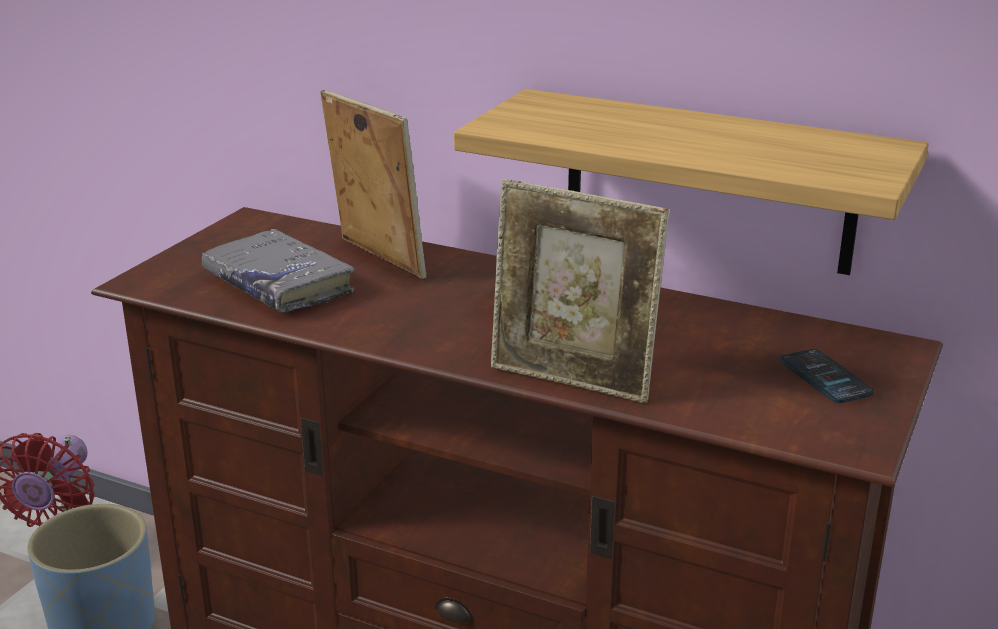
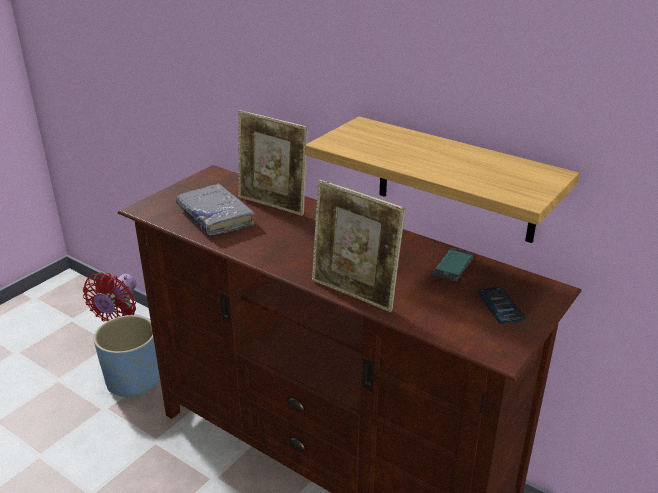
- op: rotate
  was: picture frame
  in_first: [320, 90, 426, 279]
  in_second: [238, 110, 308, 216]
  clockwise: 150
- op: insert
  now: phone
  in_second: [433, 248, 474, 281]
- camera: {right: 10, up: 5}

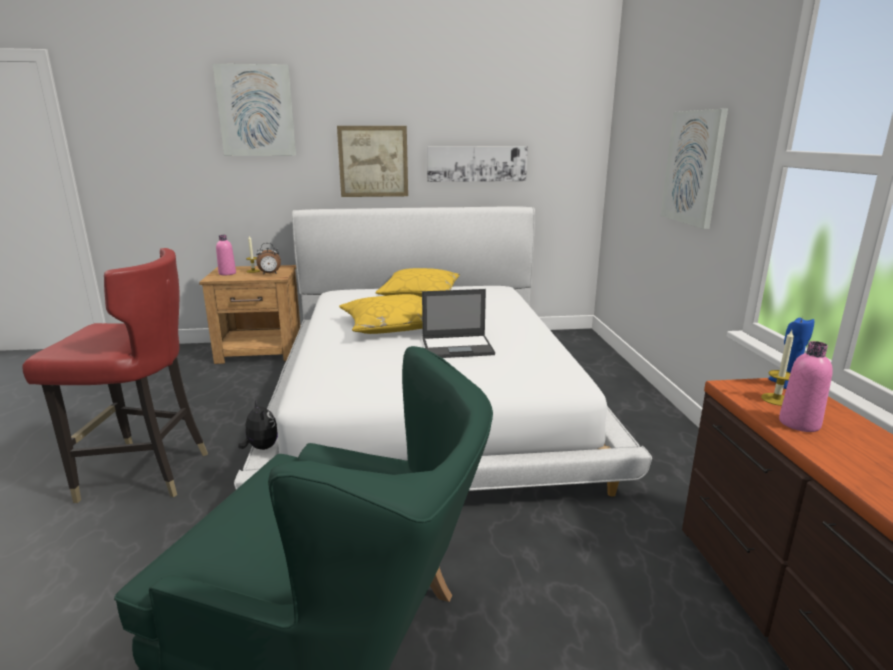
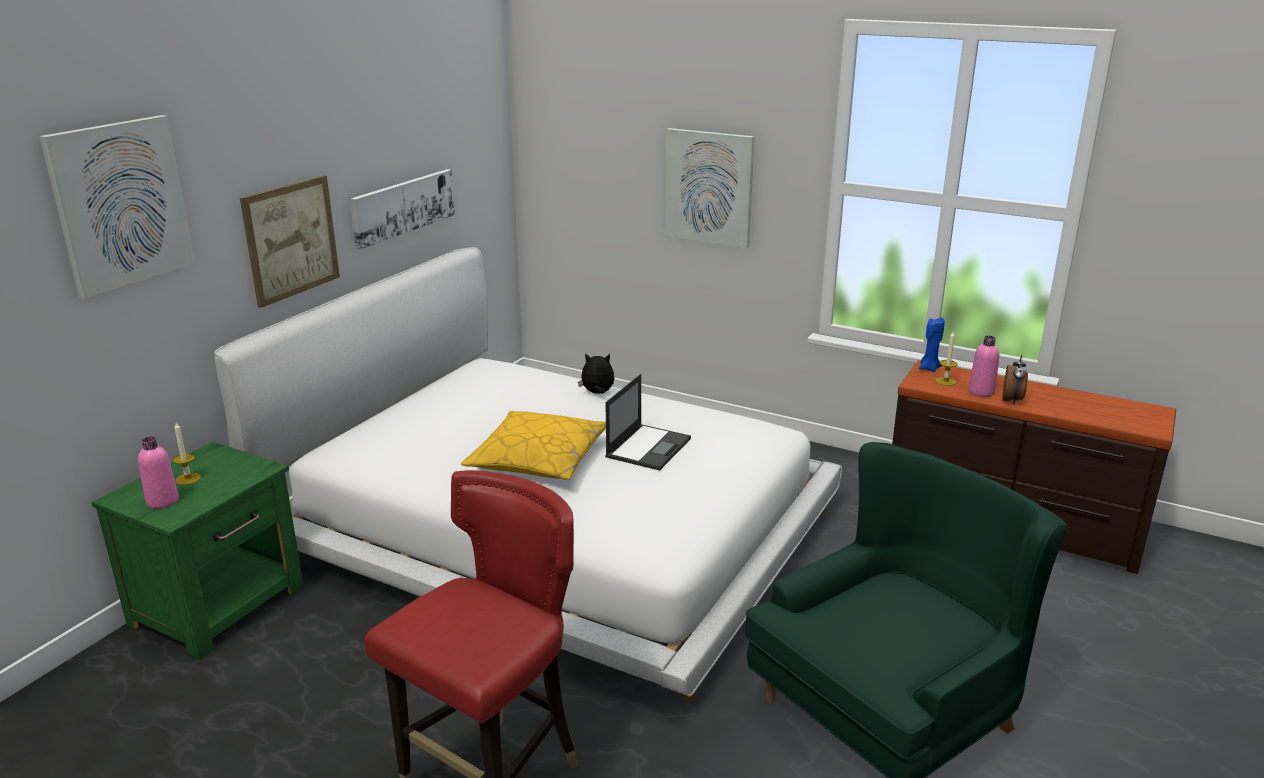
- op: recolor
  was: brown nightstand
  now: green nightstand
  in_first: [199, 265, 300, 364]
  in_second: [92, 442, 304, 660]
- op: move
  was: plush toy
  in_first: [238, 401, 278, 450]
  in_second: [578, 353, 614, 394]
- op: move
  was: alarm clock
  in_first: [256, 243, 281, 275]
  in_second: [1002, 354, 1028, 404]
- op: delete
  was: yellow pillow
  in_first: [376, 268, 460, 297]
- camera: {right: -55, up: 5}

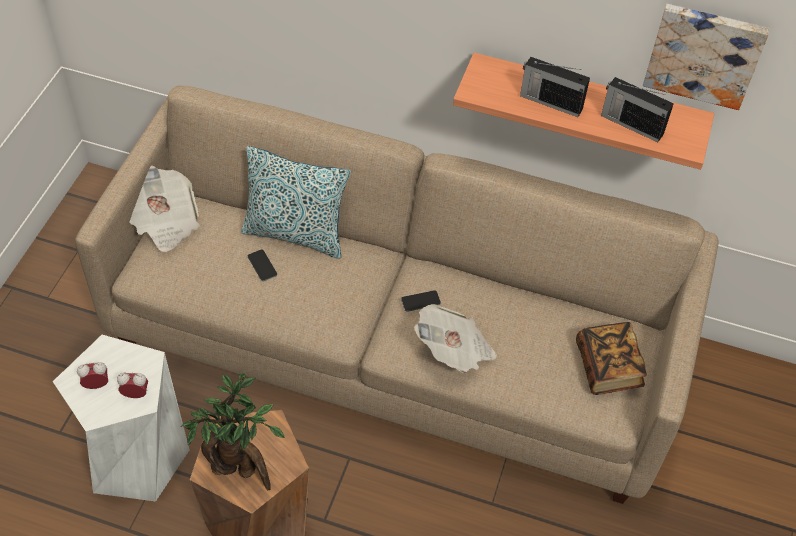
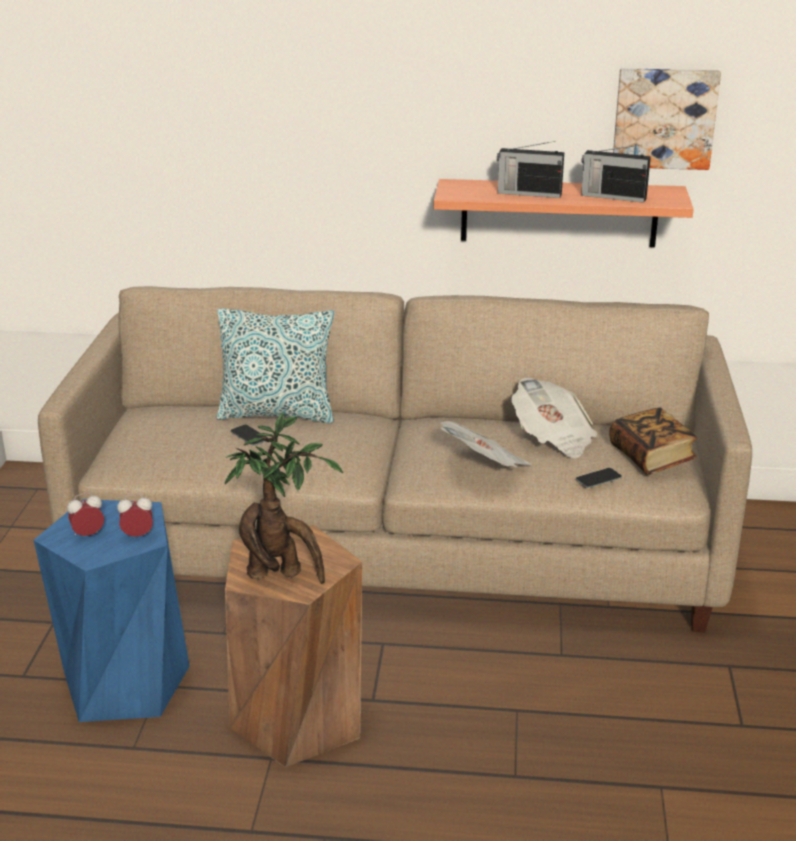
- op: recolor
  was: white stool
  now: blue stool
  in_first: [53, 335, 189, 501]
  in_second: [33, 499, 190, 722]
- op: move
  was: newspaper
  in_first: [129, 165, 200, 252]
  in_second: [511, 377, 598, 459]
- op: move
  was: phone
  in_first: [401, 290, 441, 312]
  in_second: [576, 468, 622, 488]
- camera: {right: -10, up: -25}

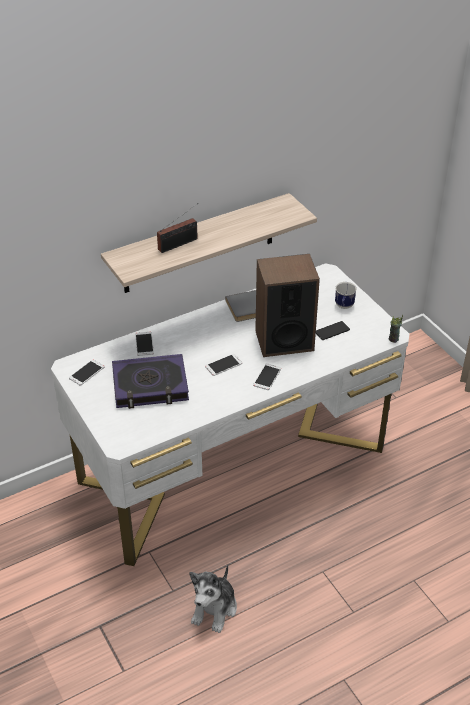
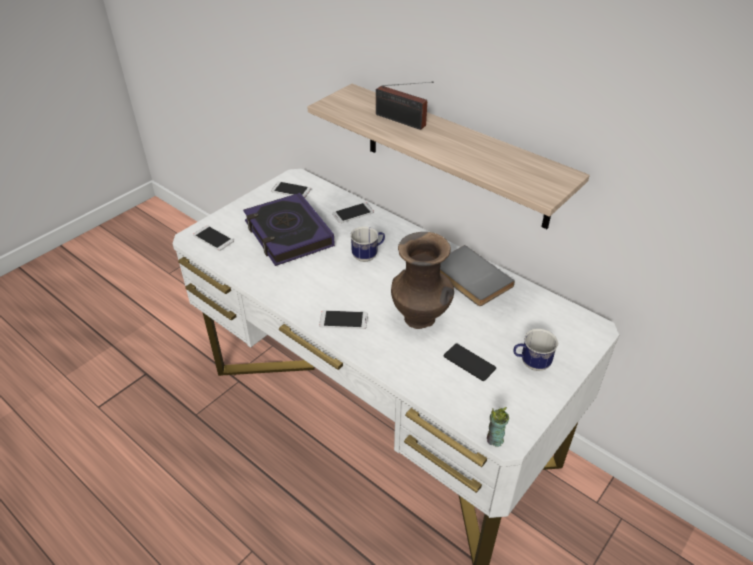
- op: move
  was: phone
  in_first: [205, 354, 242, 376]
  in_second: [193, 225, 234, 251]
- op: insert
  now: mug
  in_second: [350, 226, 385, 262]
- op: replace
  was: speaker
  now: brown vase
  in_first: [255, 254, 320, 357]
  in_second: [391, 232, 454, 329]
- op: delete
  was: plush toy
  in_first: [189, 564, 237, 633]
- camera: {right: 70, up: 0}

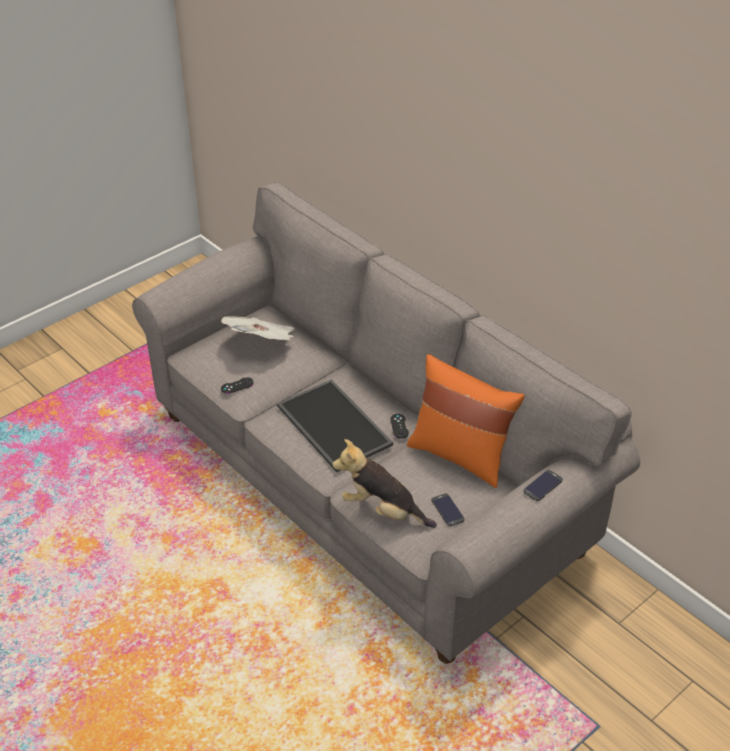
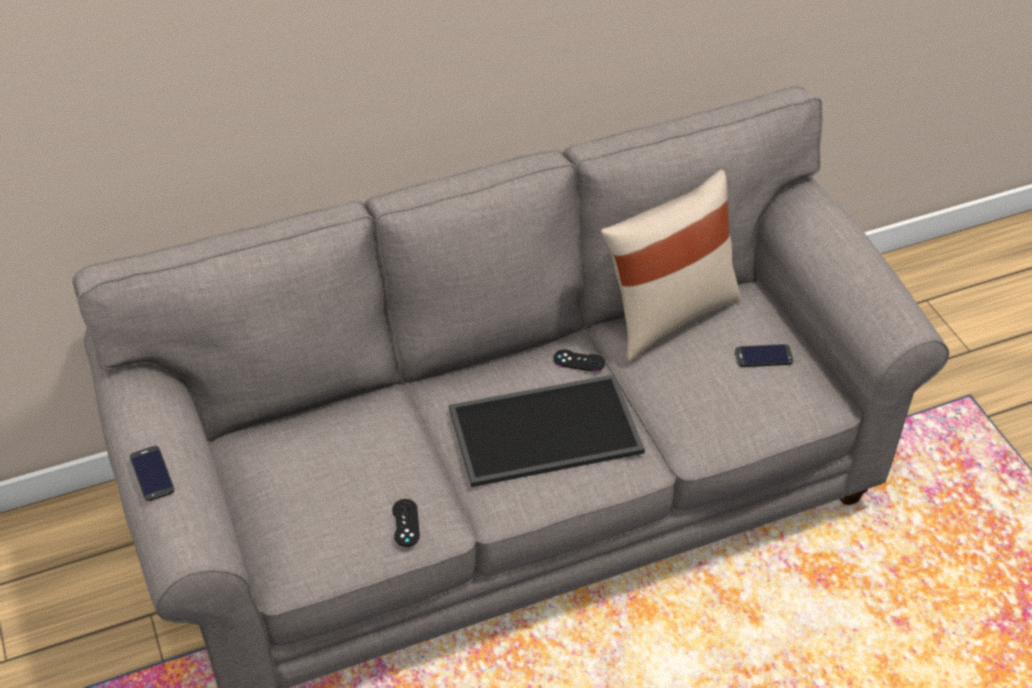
- op: move
  was: phone
  in_first: [523, 470, 563, 501]
  in_second: [130, 445, 175, 501]
- op: recolor
  was: orange pillow
  now: beige pillow
  in_first: [407, 354, 525, 488]
  in_second: [601, 170, 741, 362]
- op: delete
  was: newspaper
  in_first: [221, 316, 295, 341]
- op: delete
  was: plush toy
  in_first: [332, 439, 437, 528]
- camera: {right: -70, up: 5}

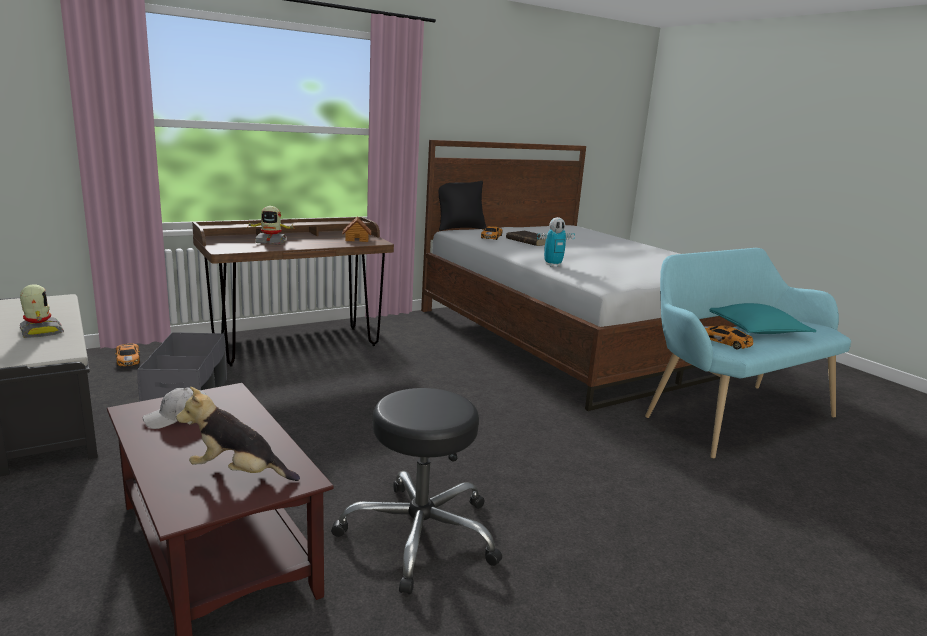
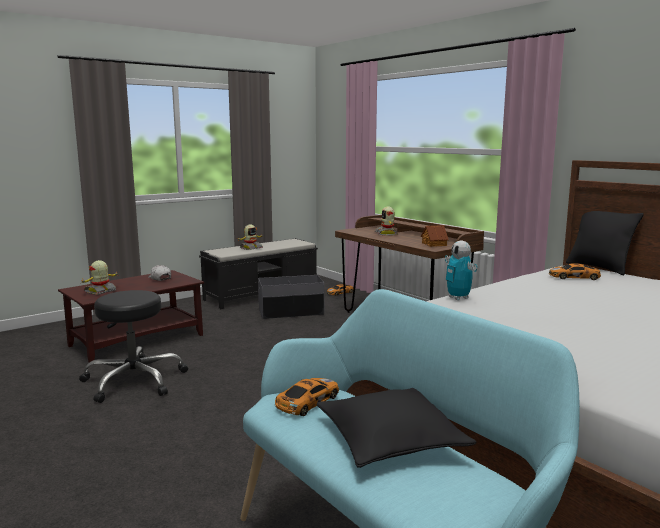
- op: replace
  was: plush toy
  now: toy robot
  in_first: [176, 387, 300, 481]
  in_second: [80, 260, 118, 295]
- op: recolor
  was: turquoise pillow
  now: black pillow
  in_first: [710, 303, 816, 334]
  in_second: [316, 388, 477, 468]
- op: delete
  was: brown book
  in_first: [506, 231, 546, 246]
- camera: {right: 85, up: -5}

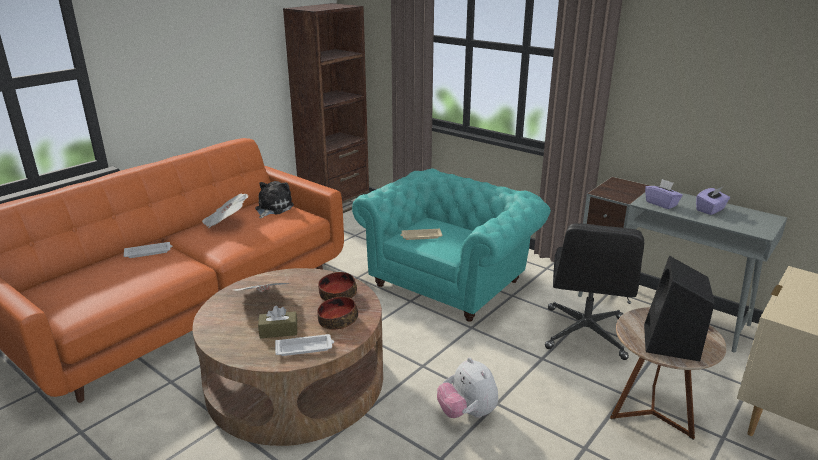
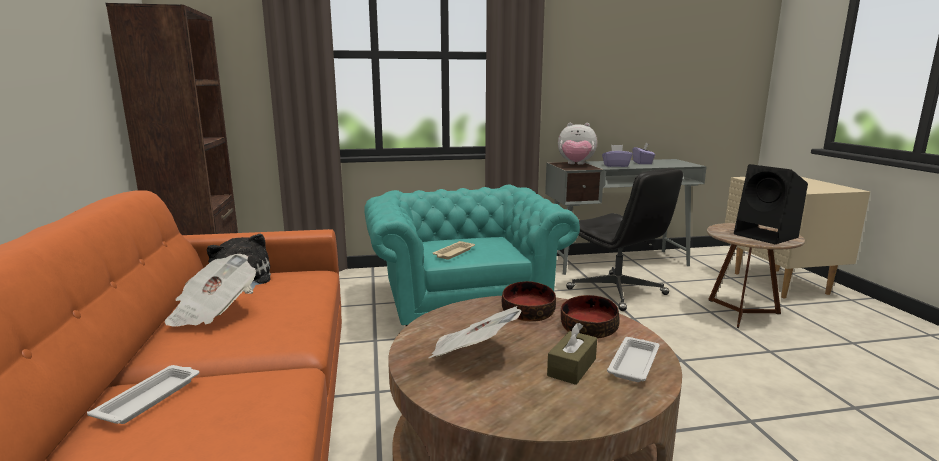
- op: move
  was: plush toy
  in_first: [437, 357, 498, 418]
  in_second: [558, 123, 597, 165]
- camera: {right: -50, up: -10}

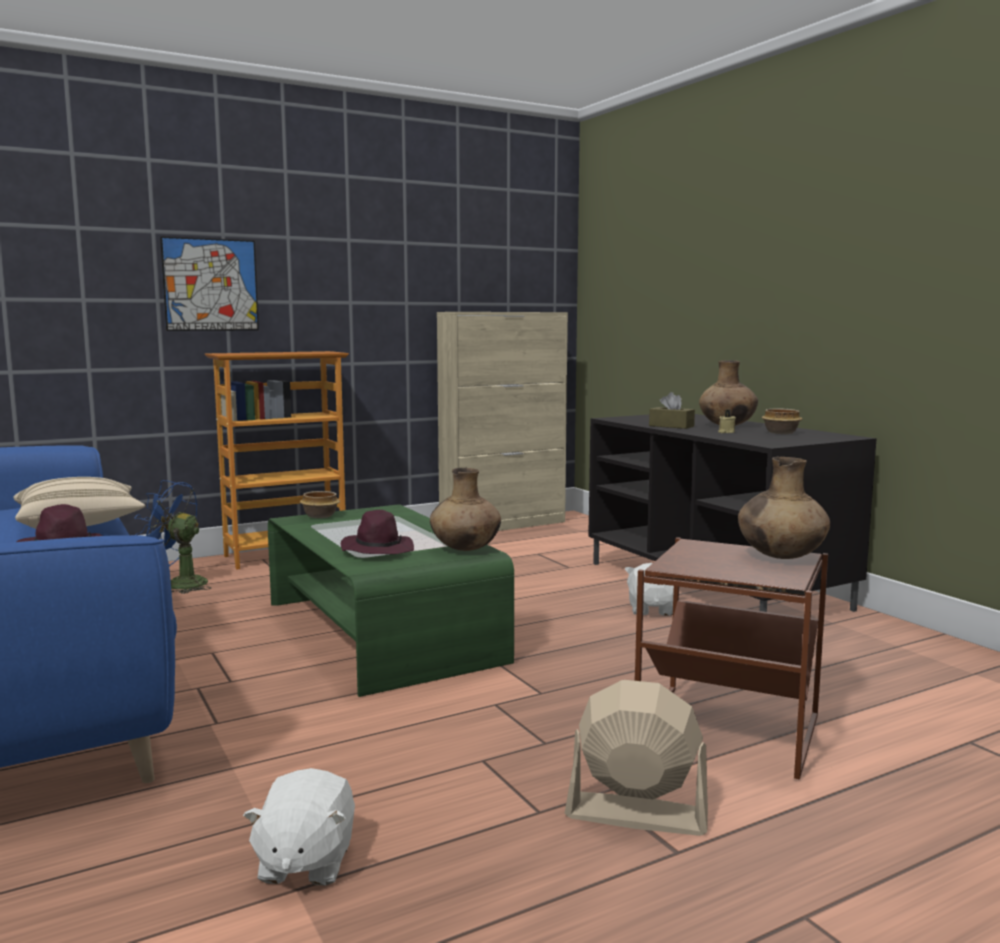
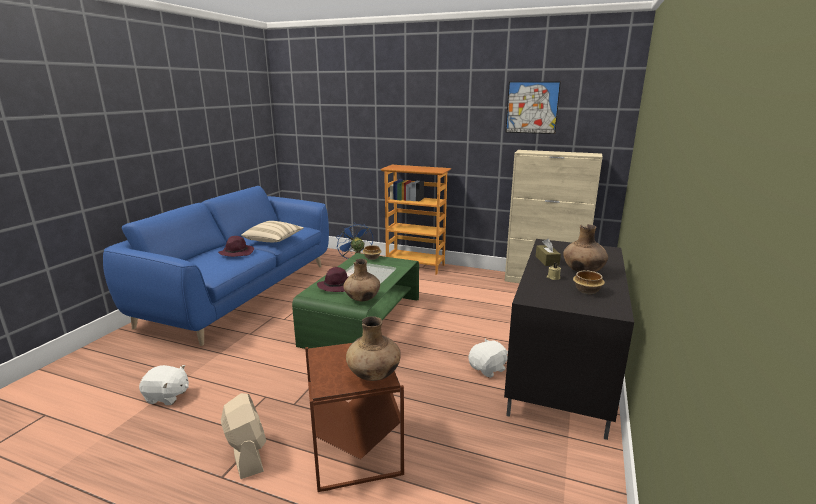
- op: rotate
  was: white plush toy
  in_first: [243, 768, 355, 885]
  in_second: [139, 365, 189, 405]
  clockwise: -135
- op: move
  was: picture
  in_first: [160, 236, 259, 331]
  in_second: [506, 82, 561, 134]
- camera: {right: 50, up: 10}

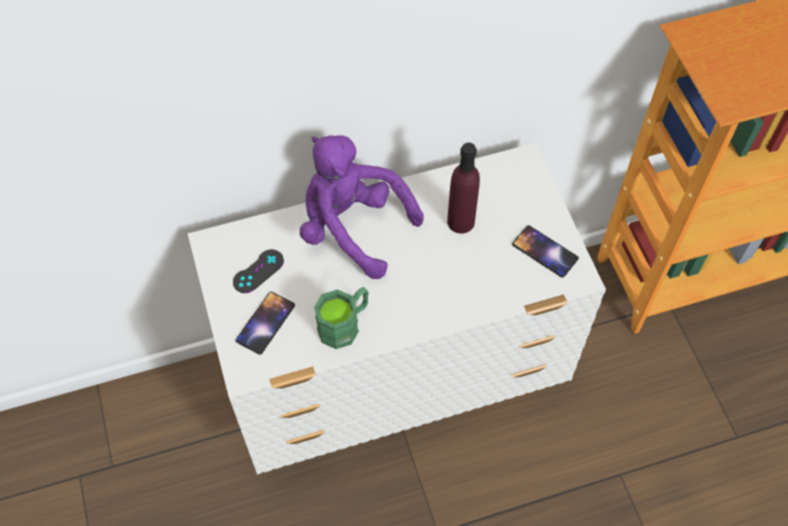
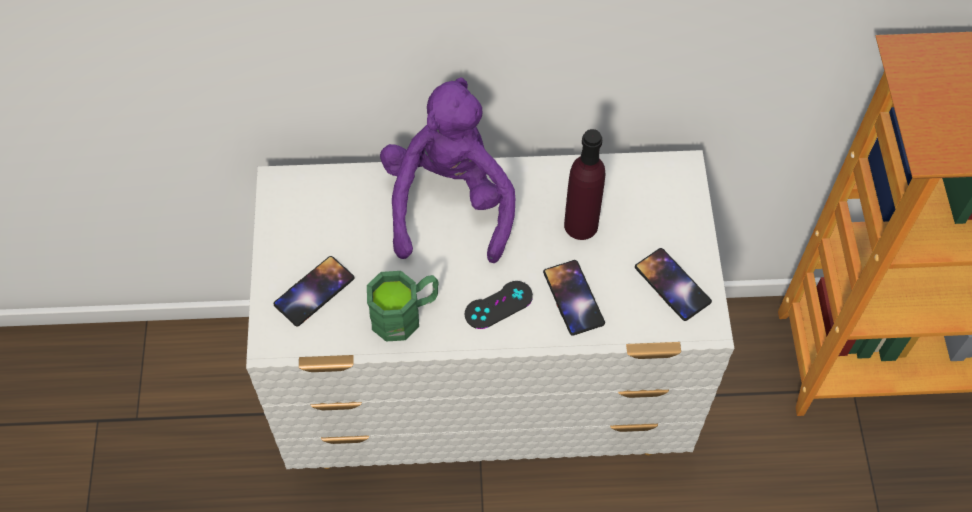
- op: rotate
  was: purple plush toy
  in_first: [300, 135, 424, 279]
  in_second: [380, 77, 515, 263]
  clockwise: 45
- op: move
  was: black game controller
  in_first: [233, 249, 284, 293]
  in_second: [465, 281, 533, 329]
- op: insert
  now: phone
  in_second: [543, 260, 605, 335]
- camera: {right: 15, up: 0}

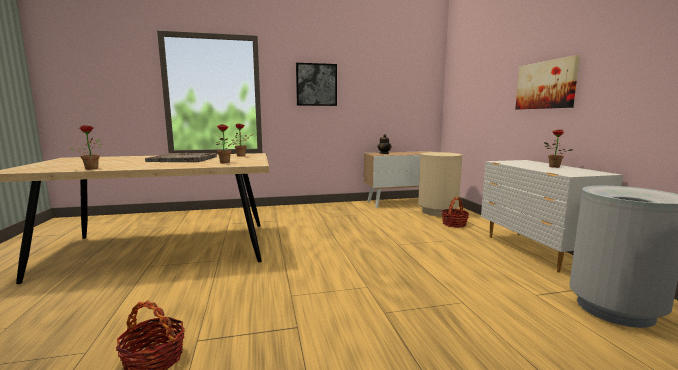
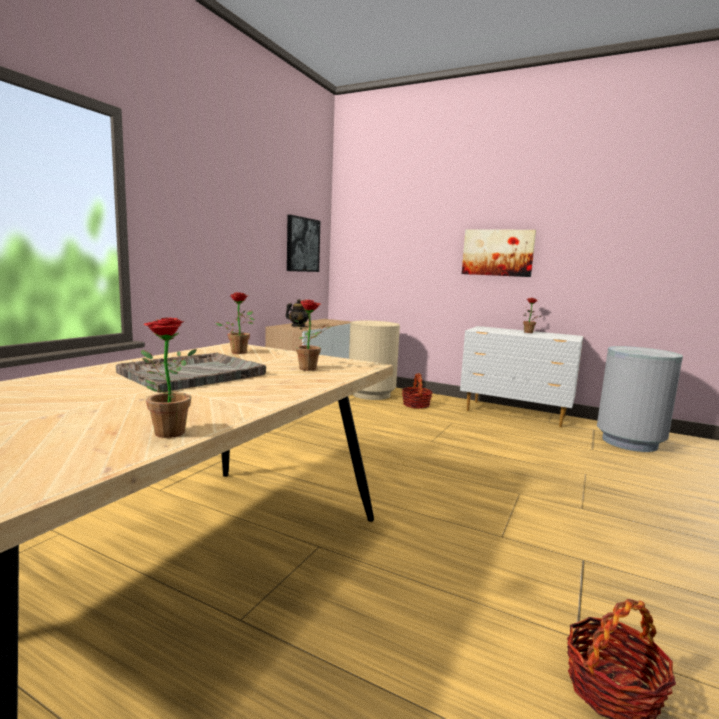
- op: move
  was: picture
  in_first: [296, 63, 337, 106]
  in_second: [287, 215, 320, 272]
- camera: {right: -50, up: 0}

